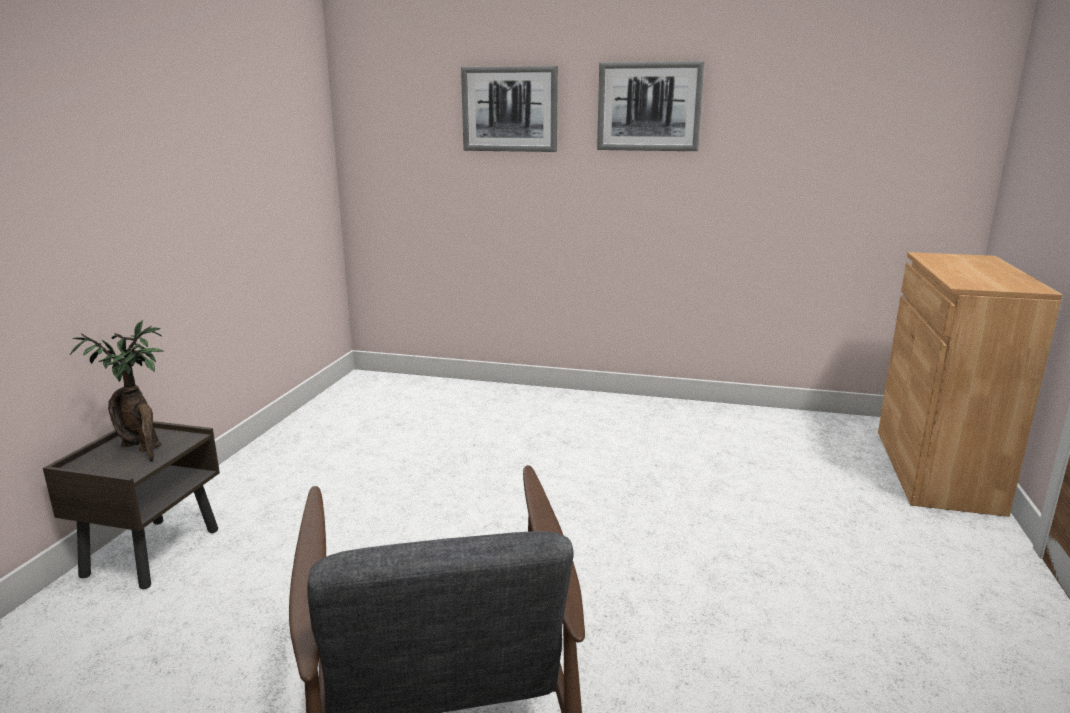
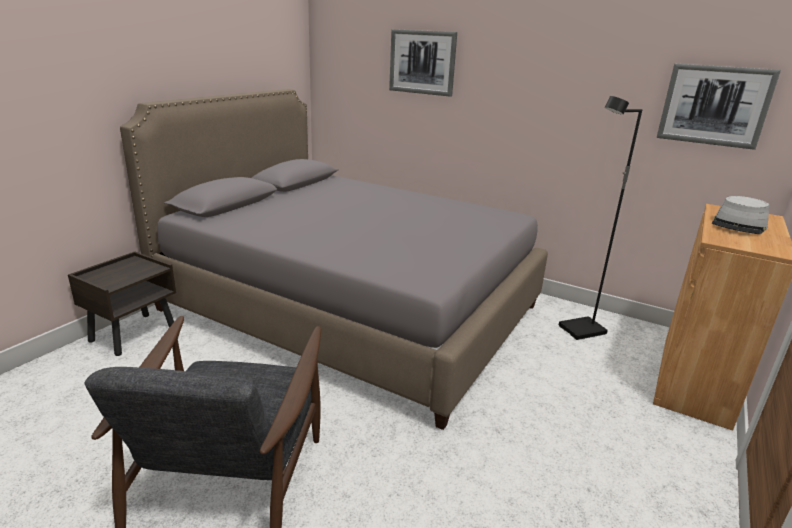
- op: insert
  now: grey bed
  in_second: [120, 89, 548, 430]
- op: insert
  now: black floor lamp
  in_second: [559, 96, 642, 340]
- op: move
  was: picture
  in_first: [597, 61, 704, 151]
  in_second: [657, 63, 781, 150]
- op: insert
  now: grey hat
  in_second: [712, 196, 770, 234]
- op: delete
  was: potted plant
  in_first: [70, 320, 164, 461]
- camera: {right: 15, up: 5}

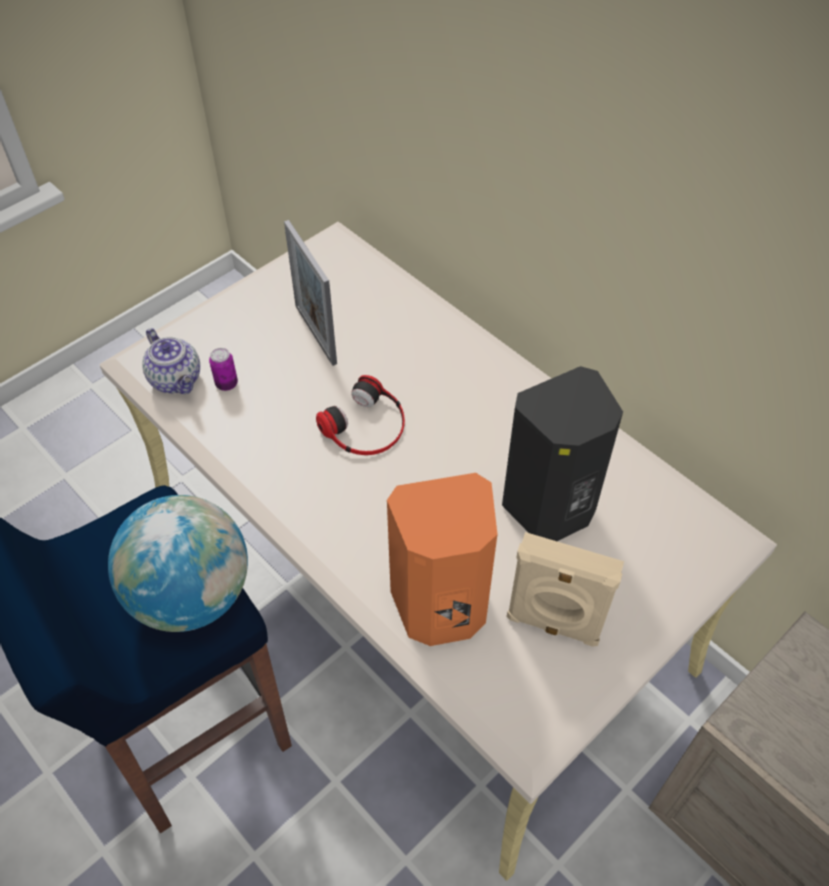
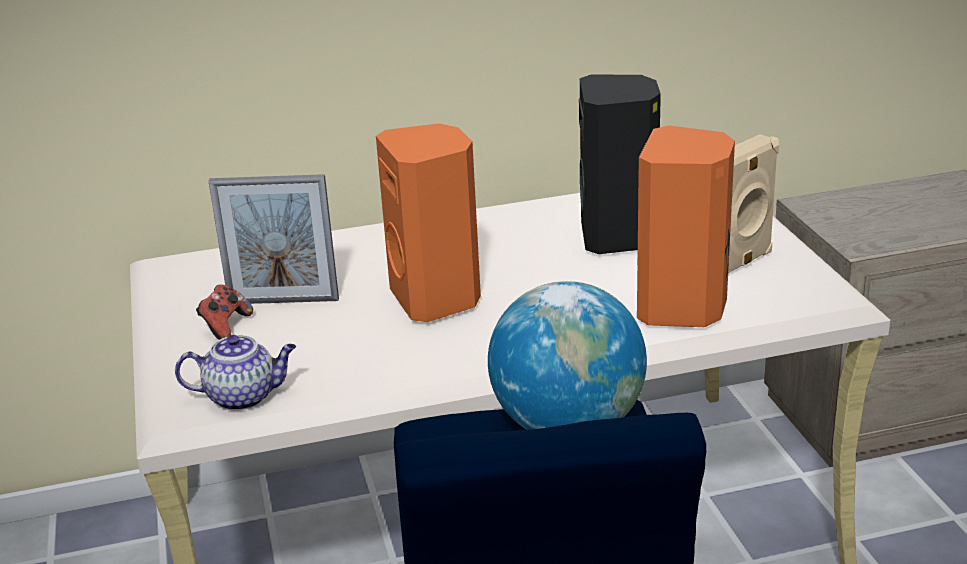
- op: insert
  now: game controller
  in_second: [196, 284, 253, 340]
- op: replace
  was: headphones
  now: orange speaker
  in_first: [316, 375, 405, 455]
  in_second: [376, 123, 481, 322]
- op: delete
  was: can
  in_first: [209, 348, 238, 391]
- camera: {right: -60, up: -25}

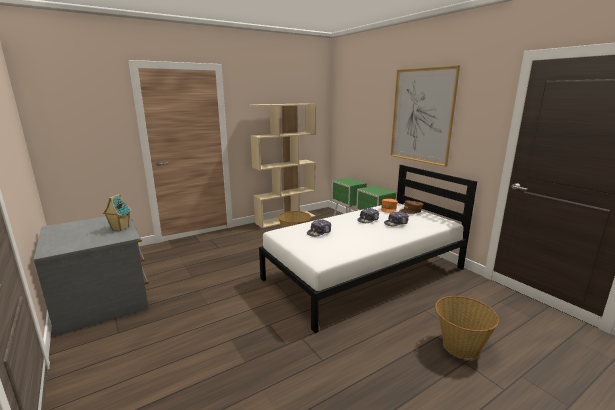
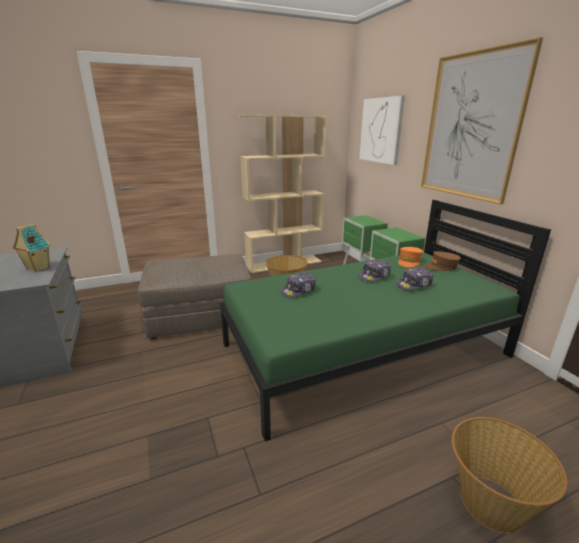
- op: insert
  now: grey ottoman
  in_second: [138, 254, 251, 339]
- op: recolor
  was: white bed
  now: green bed
  in_first: [259, 165, 477, 333]
  in_second: [220, 200, 551, 441]
- op: insert
  now: picture
  in_second: [359, 95, 405, 165]
- camera: {right: 10, up: 5}

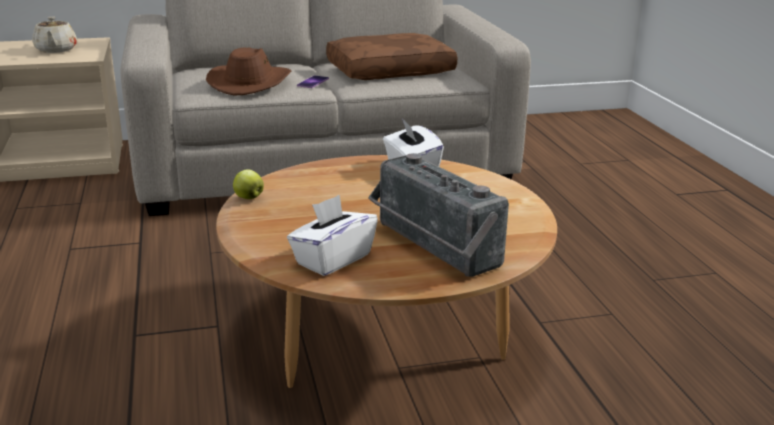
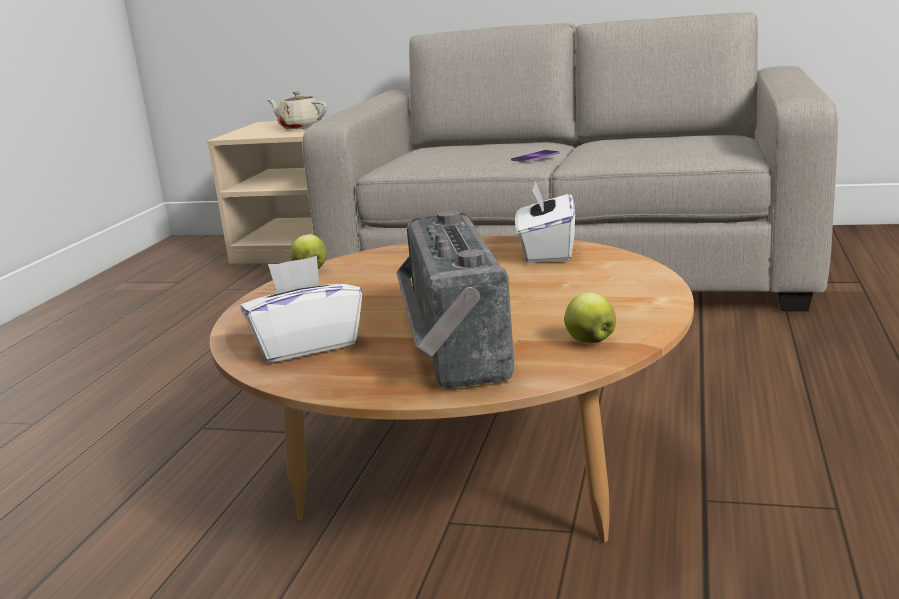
- op: rotate
  was: beige teapot
  in_first: [32, 16, 77, 53]
  in_second: [267, 91, 327, 129]
  clockwise: 105
- op: insert
  now: apple
  in_second: [564, 292, 616, 343]
- op: delete
  was: brown hat
  in_first: [206, 47, 291, 96]
- op: delete
  was: brown pillow
  in_first: [326, 33, 457, 80]
- camera: {right: 30, up: -5}

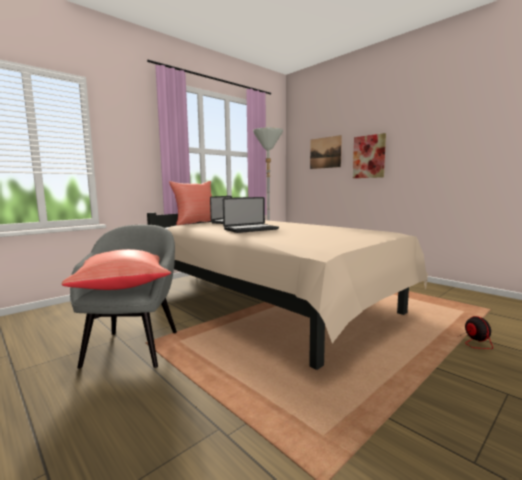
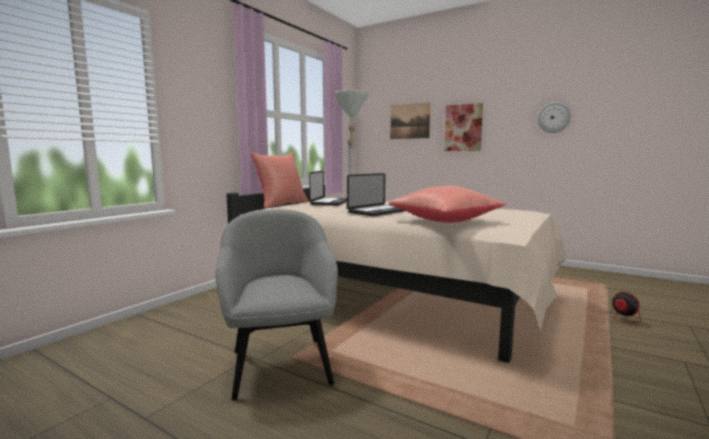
- op: move
  was: red pillow
  in_first: [61, 249, 171, 290]
  in_second: [389, 186, 505, 223]
- op: insert
  now: wall clock
  in_second: [538, 102, 571, 133]
- camera: {right: -15, up: 0}

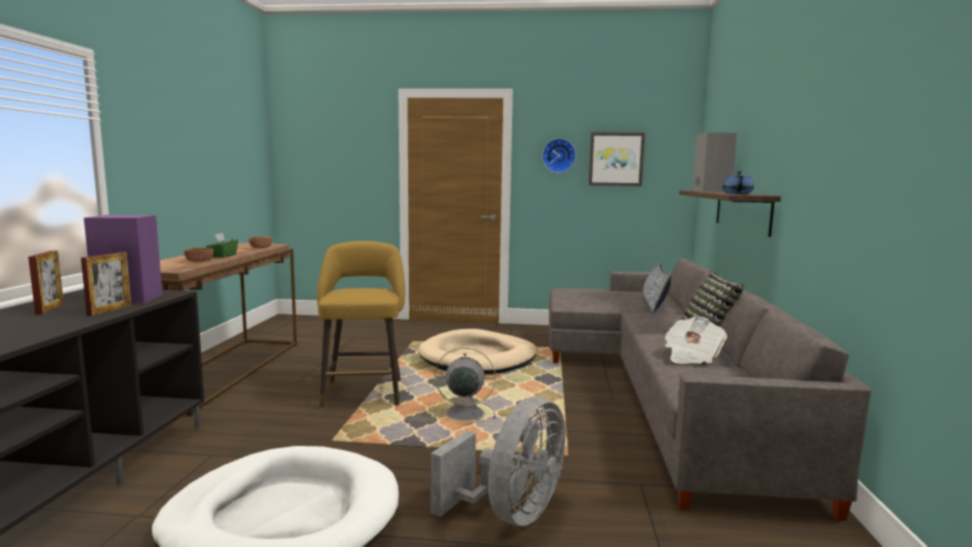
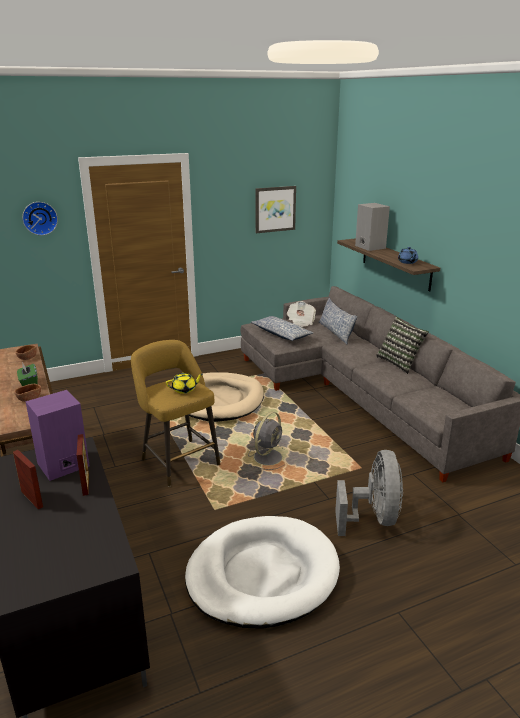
- op: move
  was: wall clock
  in_first: [542, 138, 576, 173]
  in_second: [22, 202, 58, 235]
- op: insert
  now: yellow teapot
  in_second: [166, 373, 203, 394]
- op: rotate
  was: grey fan
  in_first: [434, 347, 496, 426]
  in_second: [248, 412, 284, 470]
  clockwise: 150
- op: insert
  now: pillow
  in_second: [250, 316, 313, 341]
- op: move
  was: newspaper
  in_first: [665, 317, 727, 364]
  in_second: [287, 301, 316, 327]
- camera: {right: -30, up: 15}

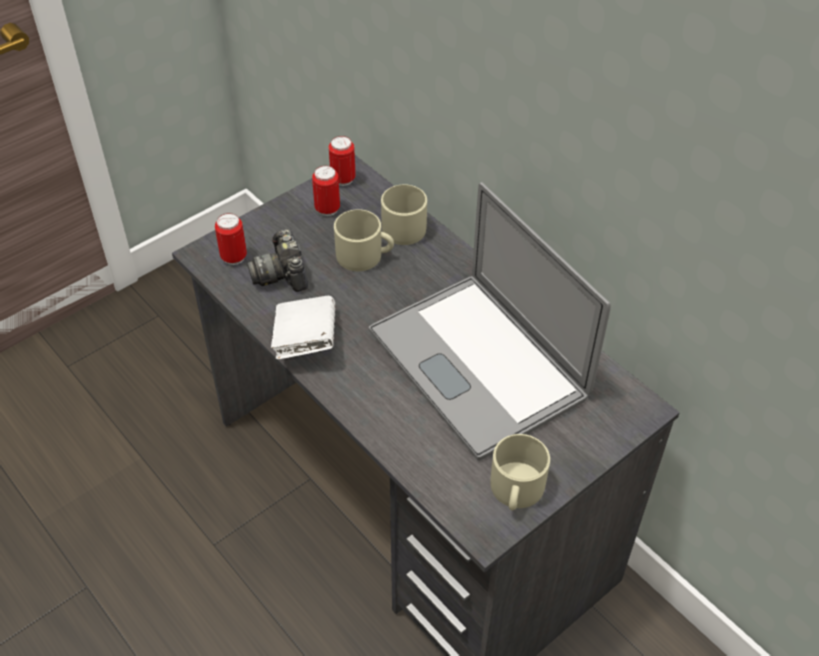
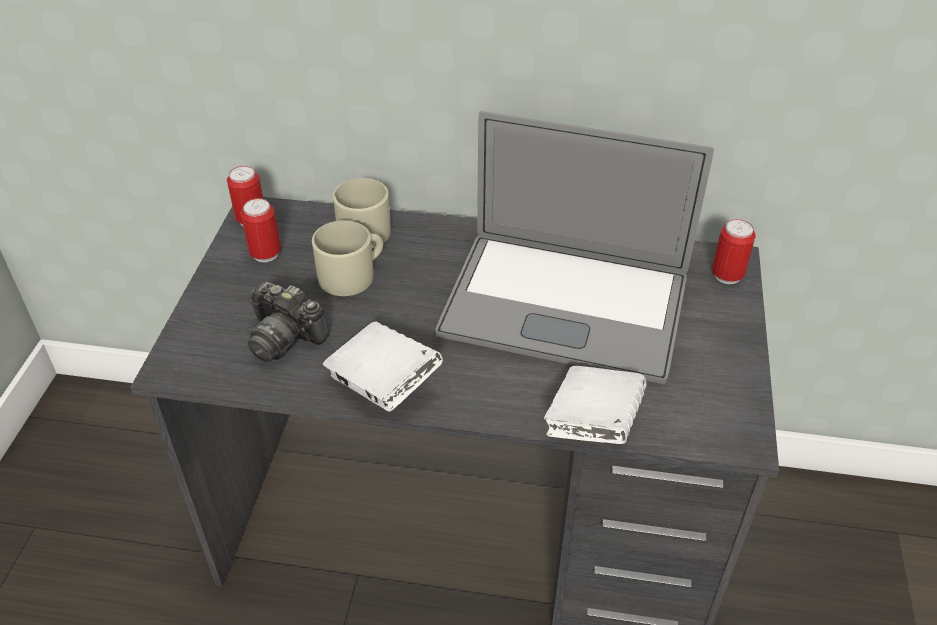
- op: insert
  now: white book
  in_second: [544, 366, 647, 444]
- op: move
  was: can
  in_first: [215, 213, 247, 265]
  in_second: [712, 219, 755, 284]
- op: delete
  was: beige mug
  in_first: [490, 434, 550, 510]
- camera: {right: -40, up: -5}

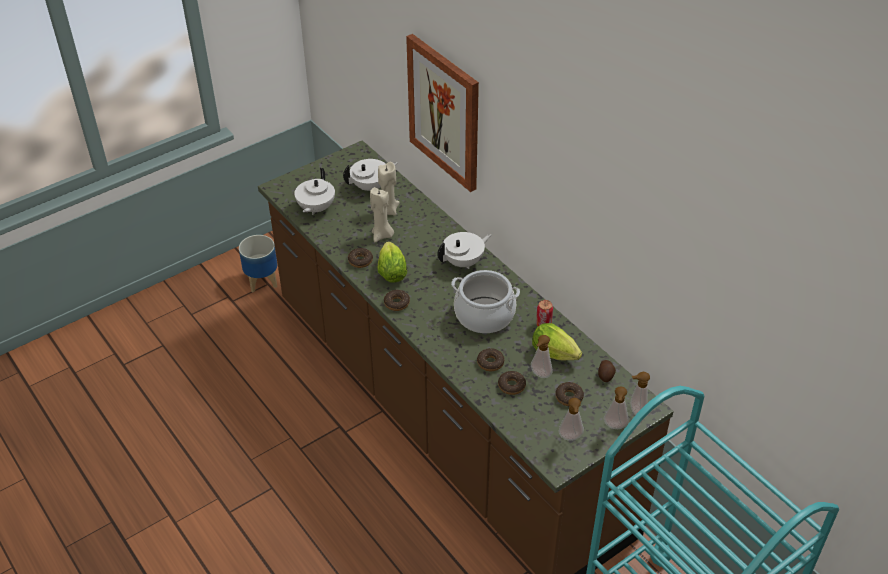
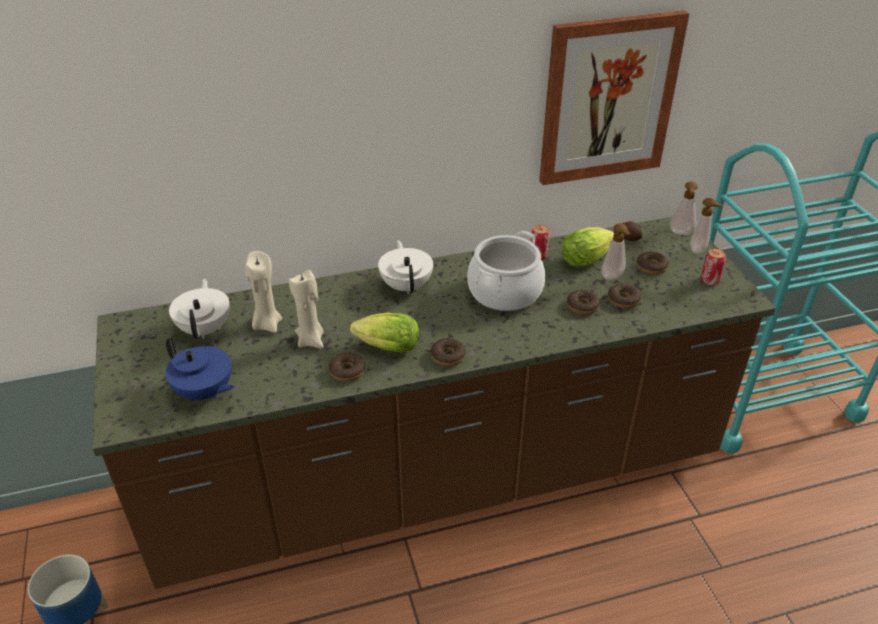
- op: recolor
  was: white teapot
  now: blue teapot
  in_first: [294, 168, 335, 215]
  in_second: [165, 337, 235, 401]
- op: move
  was: picture
  in_first: [406, 34, 479, 192]
  in_second: [539, 10, 689, 185]
- op: replace
  was: soap dispenser
  now: can
  in_first: [559, 398, 584, 441]
  in_second: [701, 249, 726, 285]
- camera: {right: -70, up: -5}

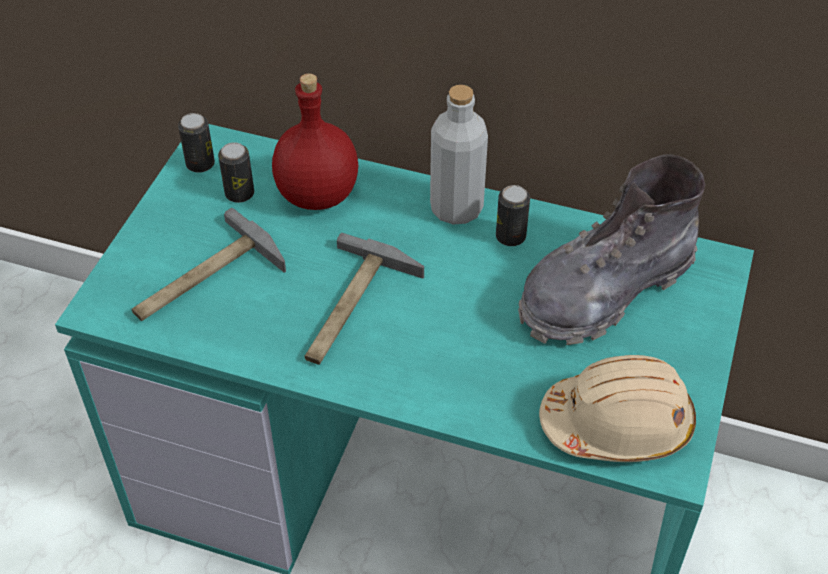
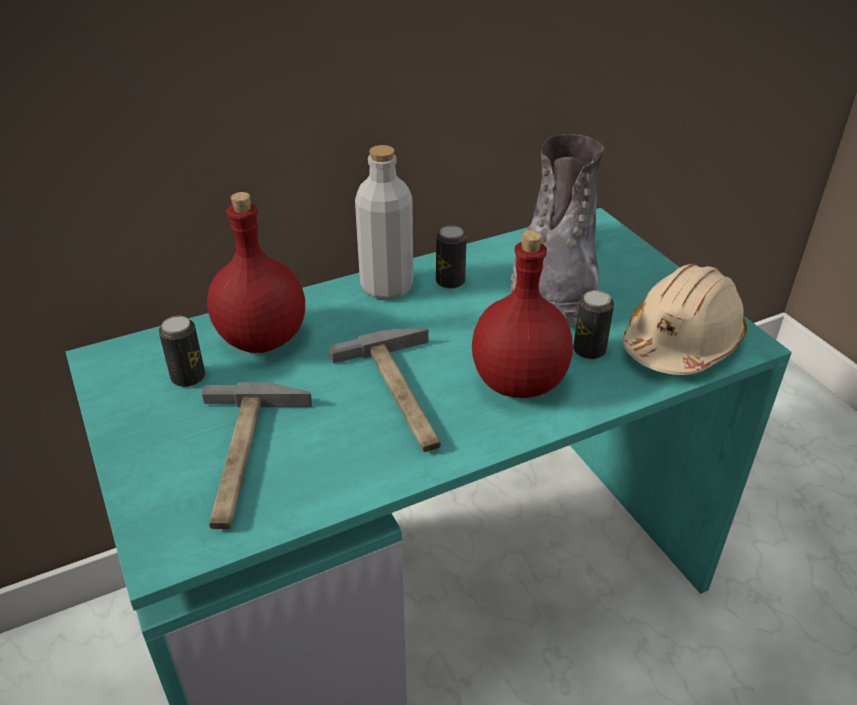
- op: insert
  now: red bottle
  in_second: [472, 230, 573, 398]
- op: move
  was: can
  in_first: [178, 113, 215, 173]
  in_second: [573, 290, 614, 359]
- camera: {right: -45, up: -10}

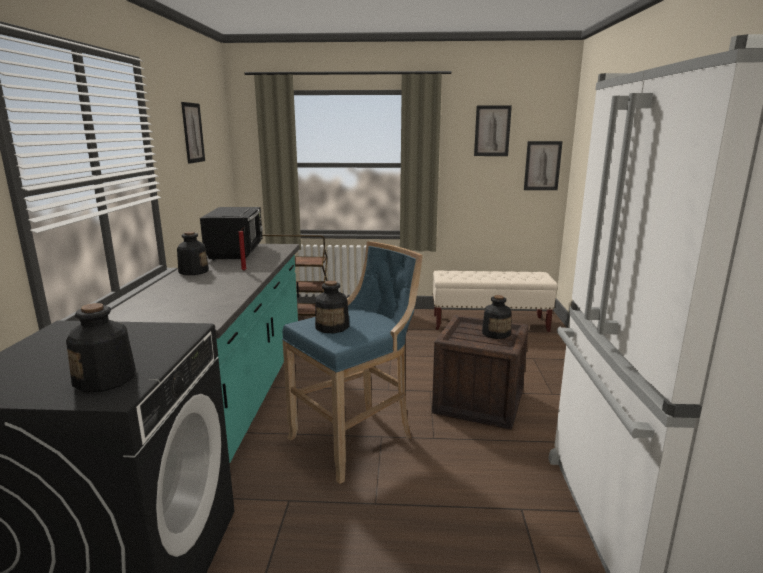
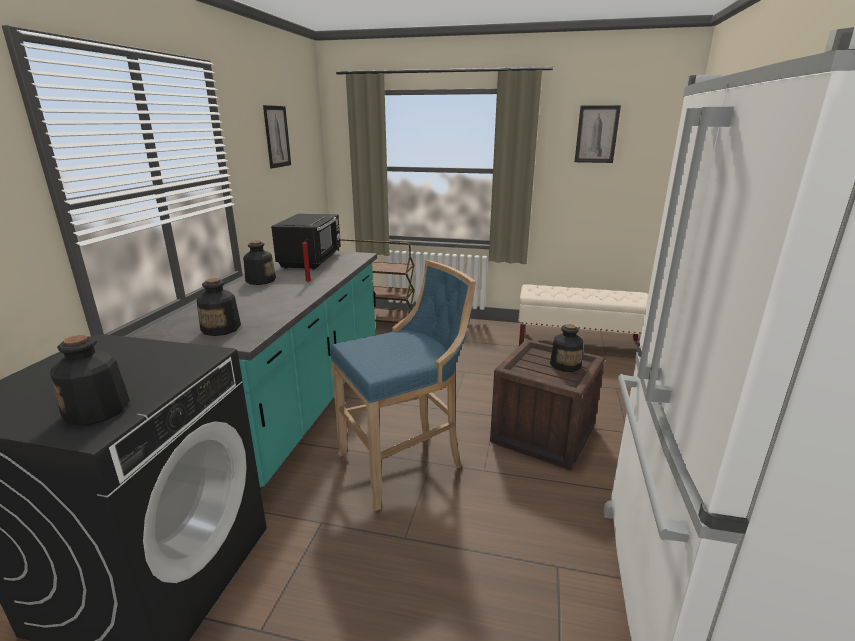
- op: move
  was: bottle
  in_first: [315, 281, 349, 333]
  in_second: [197, 278, 241, 336]
- op: delete
  was: picture
  in_first: [524, 141, 563, 190]
- camera: {right: 10, up: 5}

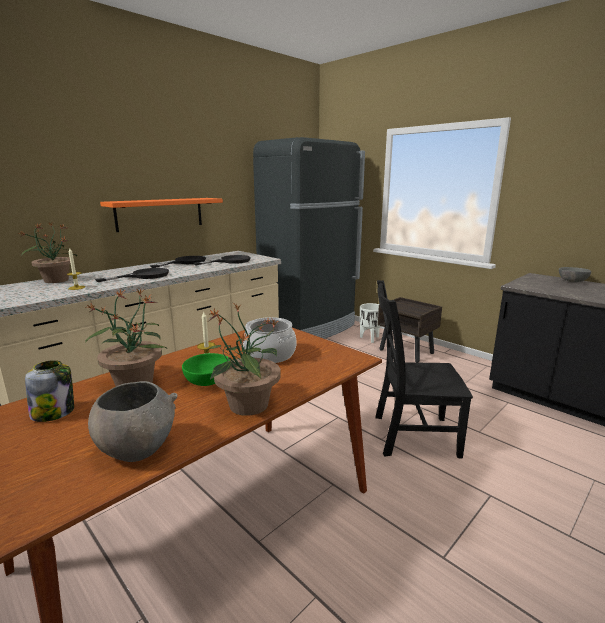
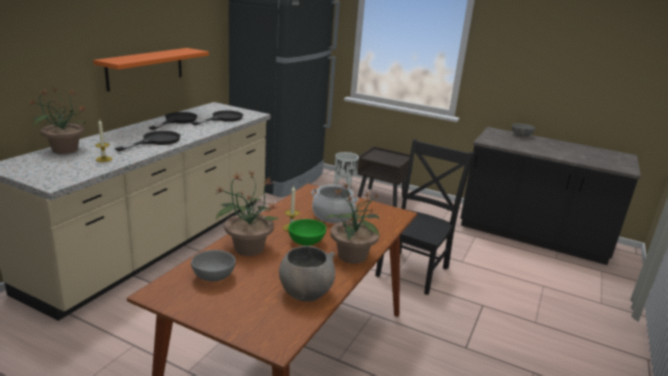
- op: replace
  was: jar
  now: grey bowl
  in_first: [25, 360, 74, 422]
  in_second: [191, 250, 236, 282]
- op: rotate
  was: black chair
  in_first: [375, 280, 473, 458]
  in_second: [375, 139, 475, 295]
  clockwise: 135
- camera: {right: -20, up: 5}

